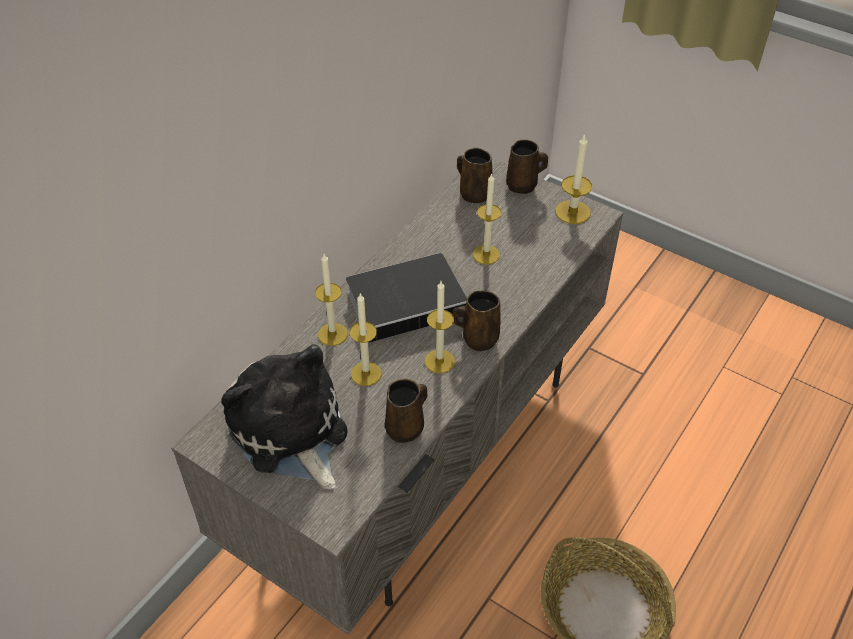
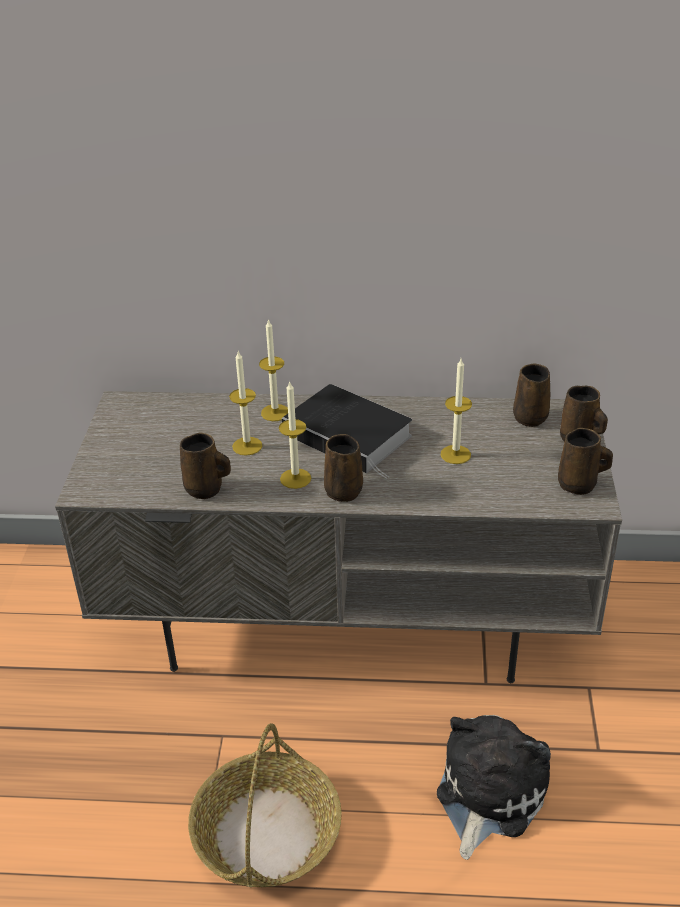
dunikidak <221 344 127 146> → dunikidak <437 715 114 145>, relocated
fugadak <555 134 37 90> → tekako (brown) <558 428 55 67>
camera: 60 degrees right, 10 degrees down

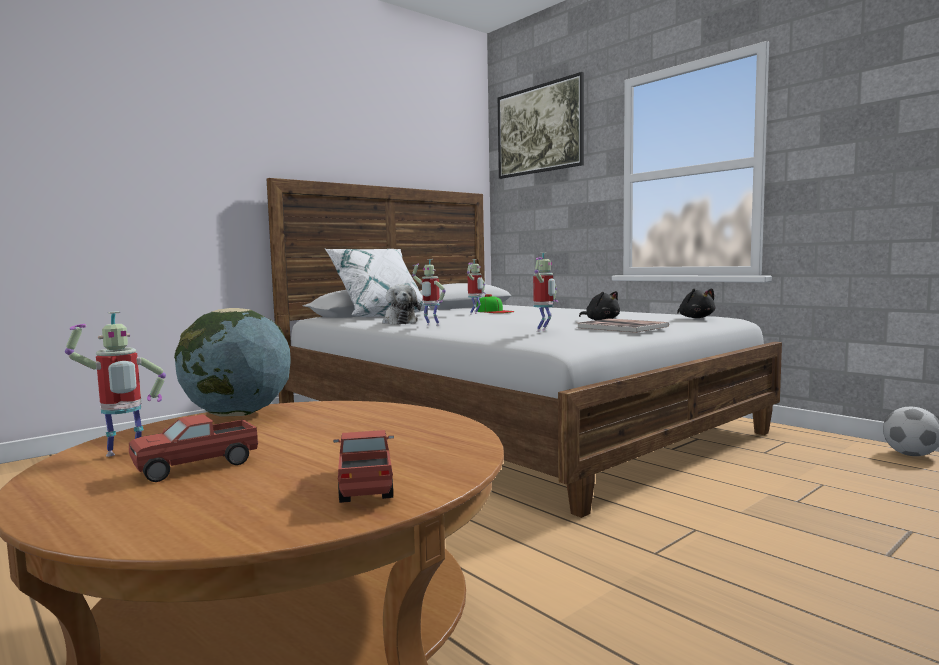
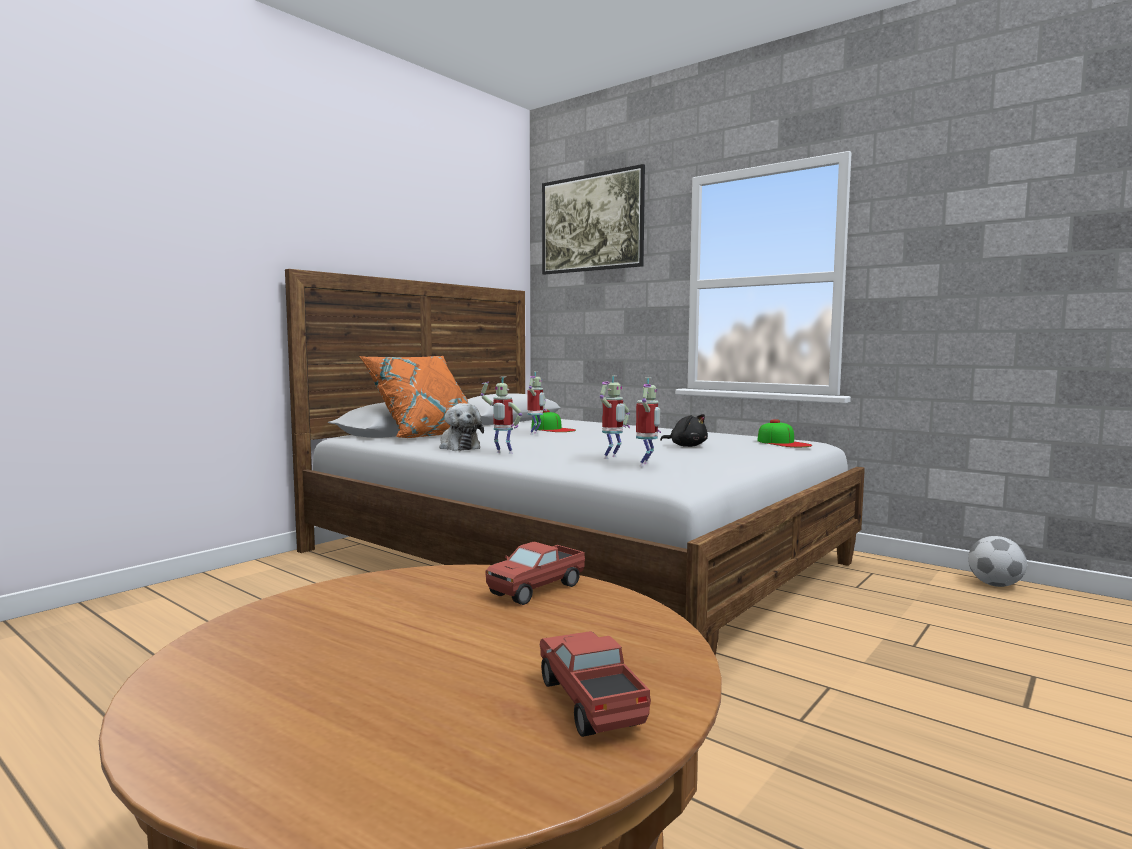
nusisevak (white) <325 249 105 68> → nusisevak (orange) <359 356 110 82>
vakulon <129 414 129 68> → vakulon <485 542 100 63>, relocated
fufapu <65 311 101 146> → fufapu <600 375 30 84>, relocated
dunikidak (black) <677 288 39 30> → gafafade <757 419 55 28>
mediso <174 308 117 109> → -
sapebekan <578 319 91 14> → -
camera: 10 degrees left, 0 degrees up

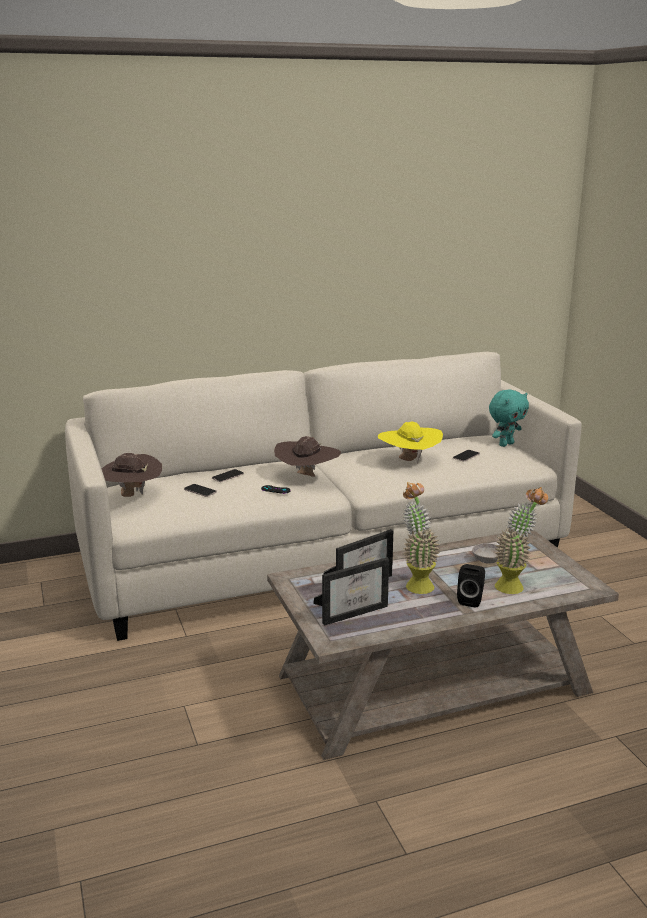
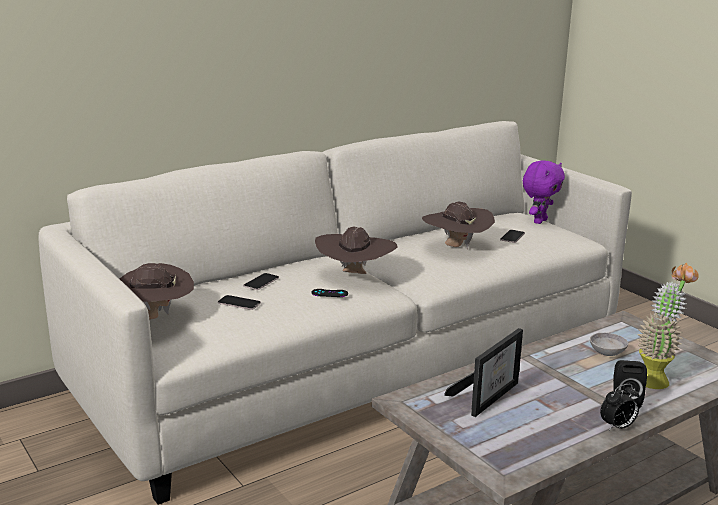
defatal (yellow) <378 421 65 42> → defatal (brown) <422 202 73 47>
dunikidak (turquoise) <489 390 40 57> → dunikidak (purple) <523 160 42 64>
- → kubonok <600 384 39 47>
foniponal <313 557 76 69> → -
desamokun <403 482 37 112> → -
camera: 15 degrees left, 0 degrees up

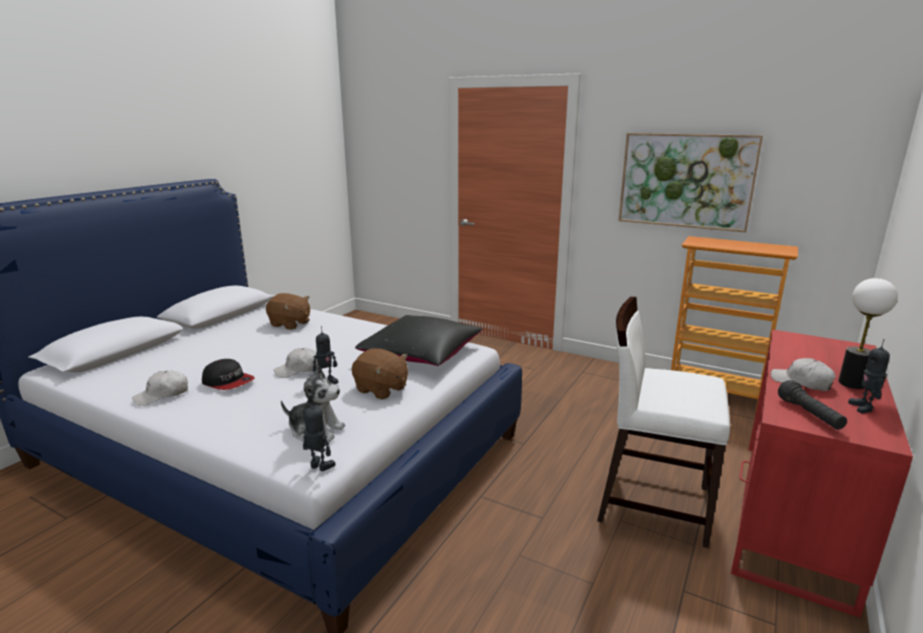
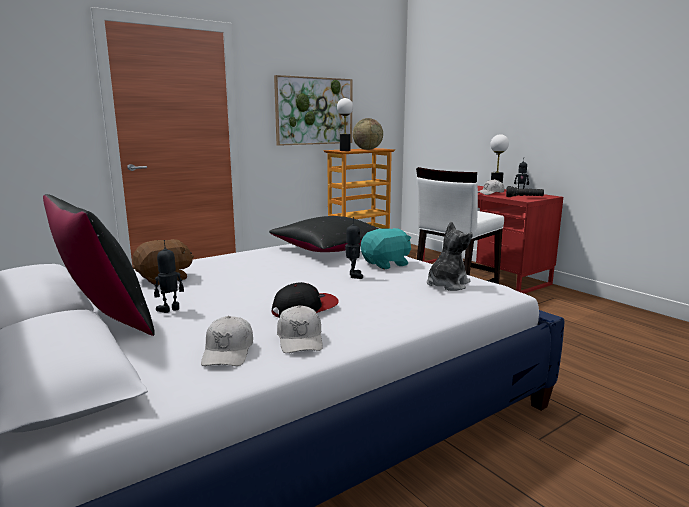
- → nusisevak (black) <43 194 112 142>
fufapu <303 398 32 73> → fufapu <154 240 30 73>, relocated
gafafade (white) <274 348 44 30> → gafafade (white) <201 316 52 50>, relocated
- → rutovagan <337 98 16 53>
- → mediso <353 118 30 32>
dunikidak (brown) <352 348 56 52> → dunikidak (turquoise) <361 228 50 41>
camera: 65 degrees left, 5 degrees down

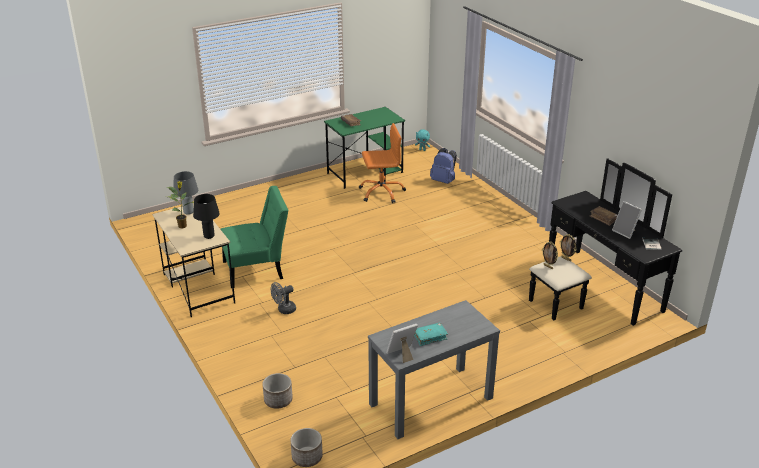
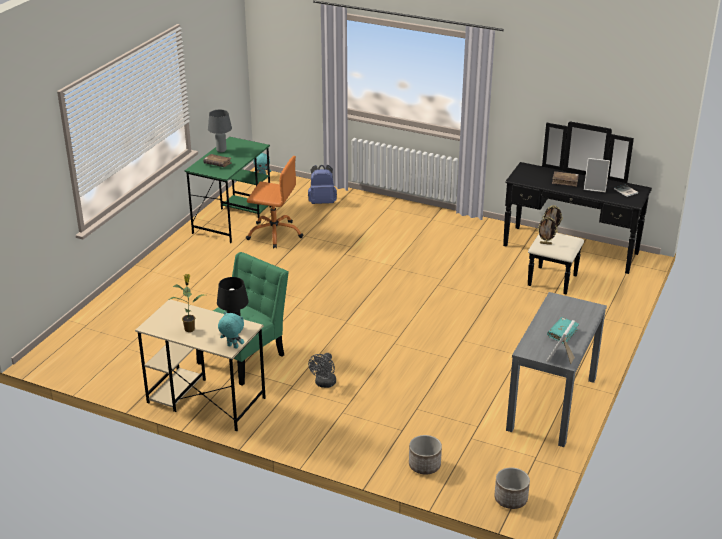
rutovagan (grey) <173 171 25 44> → rutovagan (grey) <208 109 24 43>, relocated
- → dunikidak (turquoise) <218 312 26 37>
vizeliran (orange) <359 123 47 80> → vizeliran (orange) <246 156 57 93>, 60 degrees clockwise
camera: 35 degrees left, 0 degrees up

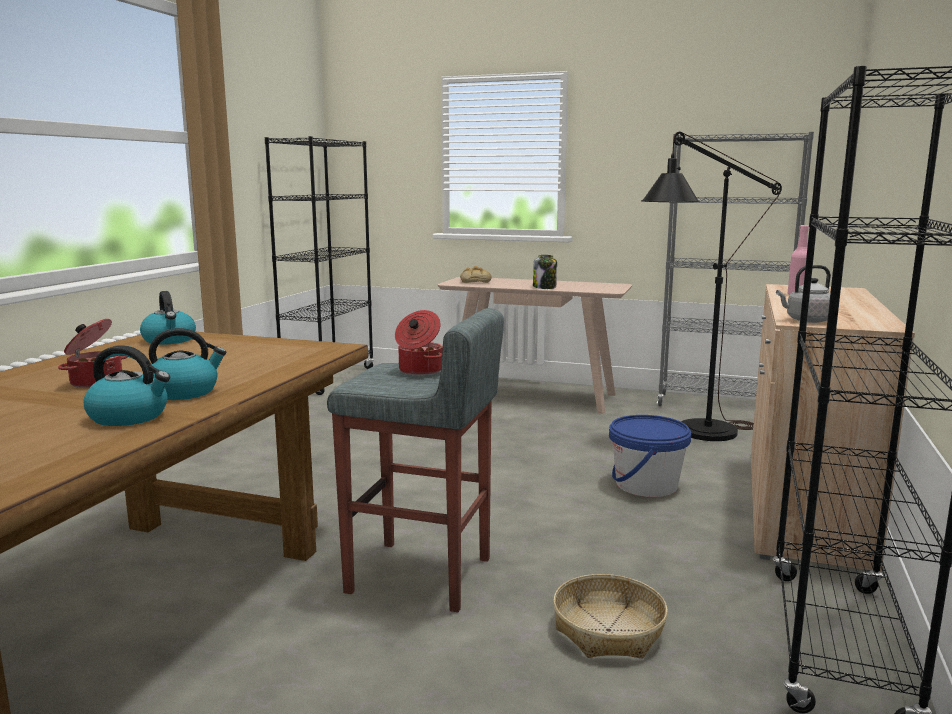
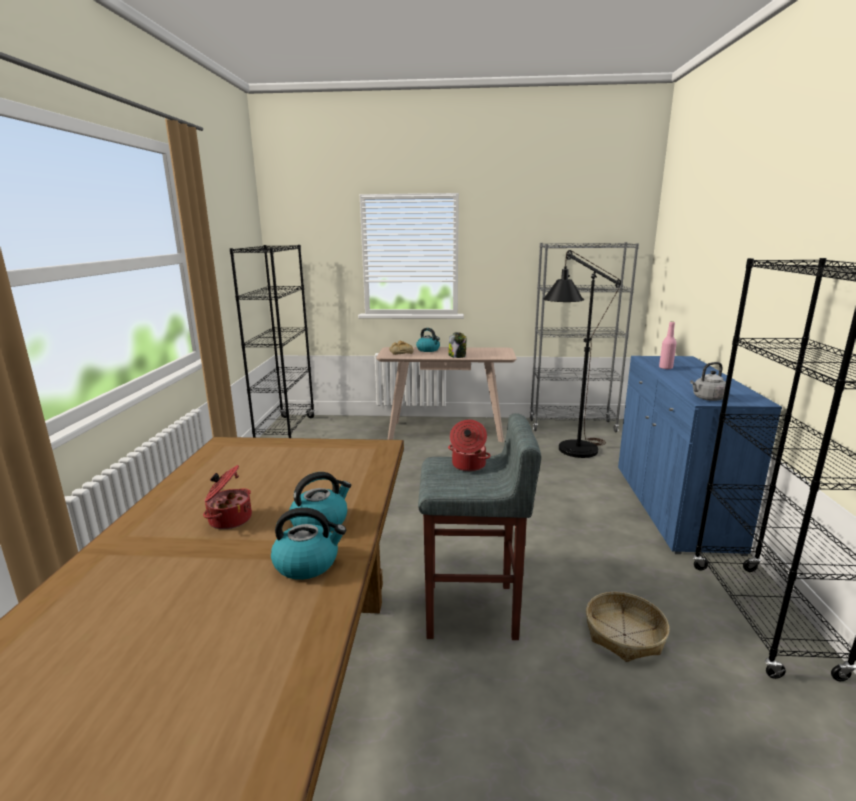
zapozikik <140 291 56 54> → zapozikik <416 328 24 24>, relocated
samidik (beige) <751 284 164 288> → samidik (blue) <618 356 164 200>
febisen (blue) <609 415 82 82> → -
camera: 15 degrees left, 5 degrees up

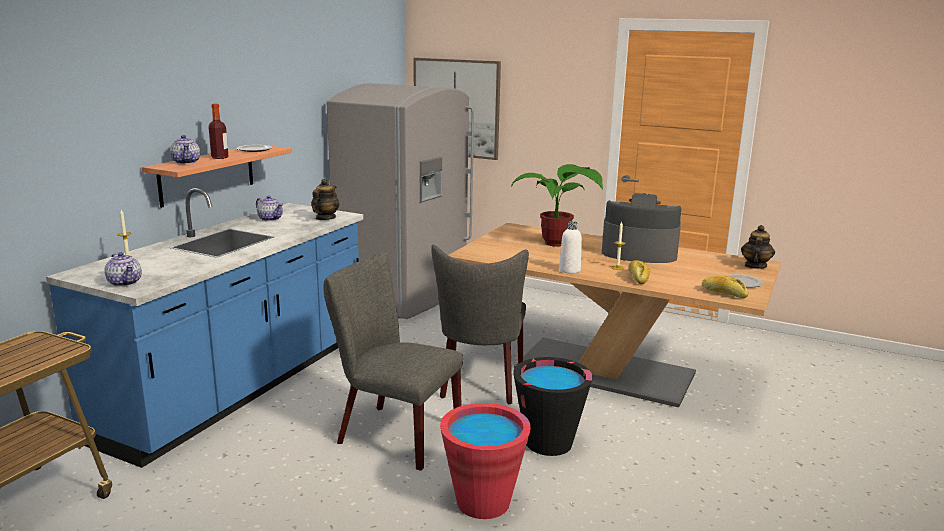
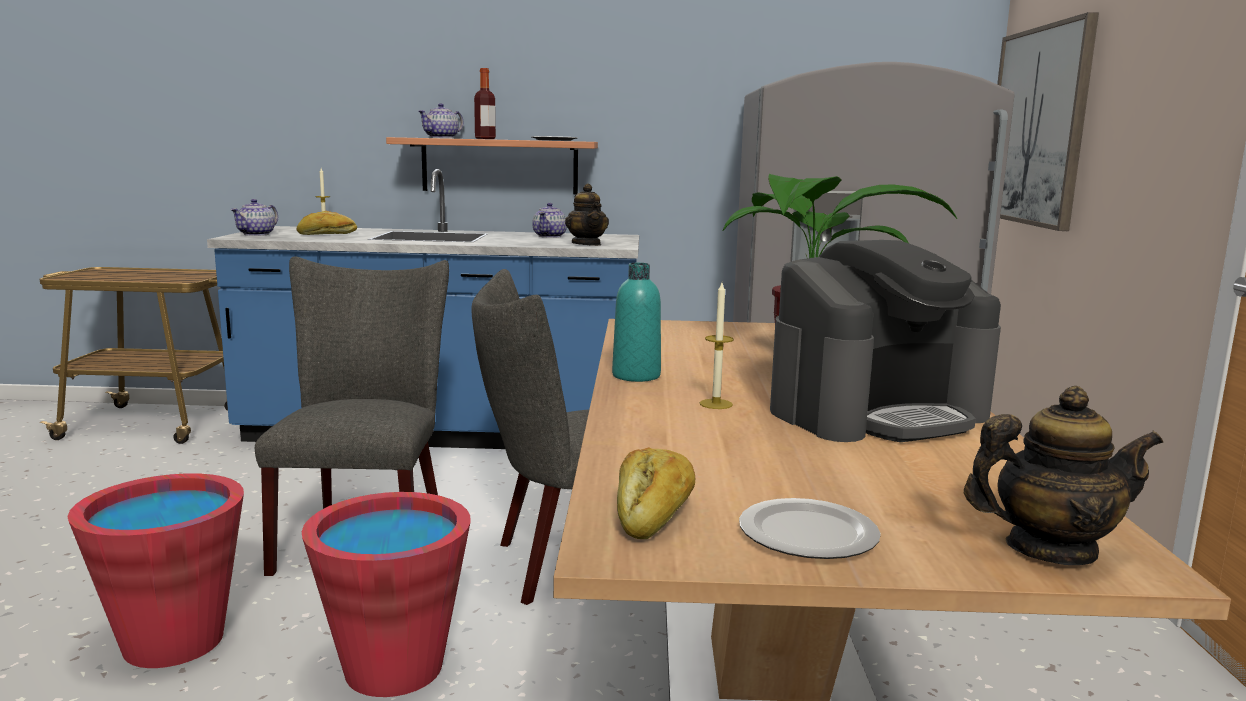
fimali <629 260 21 24> → fimali <297 211 60 24>, relocated
febisen (black) <513 357 80 99> → febisen (red) <302 492 169 205>
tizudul <311 179 29 41> → tizudul <565 184 44 62>, 75 degrees clockwise
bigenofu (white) <559 221 23 53> → bigenofu (turquoise) <612 263 49 119>
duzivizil <602 193 79 70> → duzivizil <770 240 231 202>, 75 degrees clockwise
camera: 65 degrees right, 5 degrees down

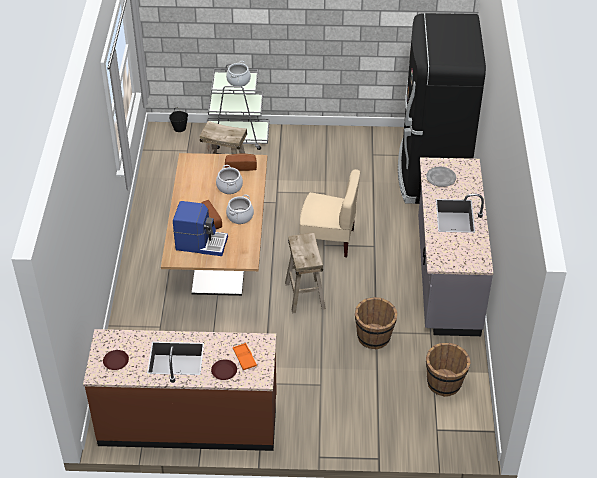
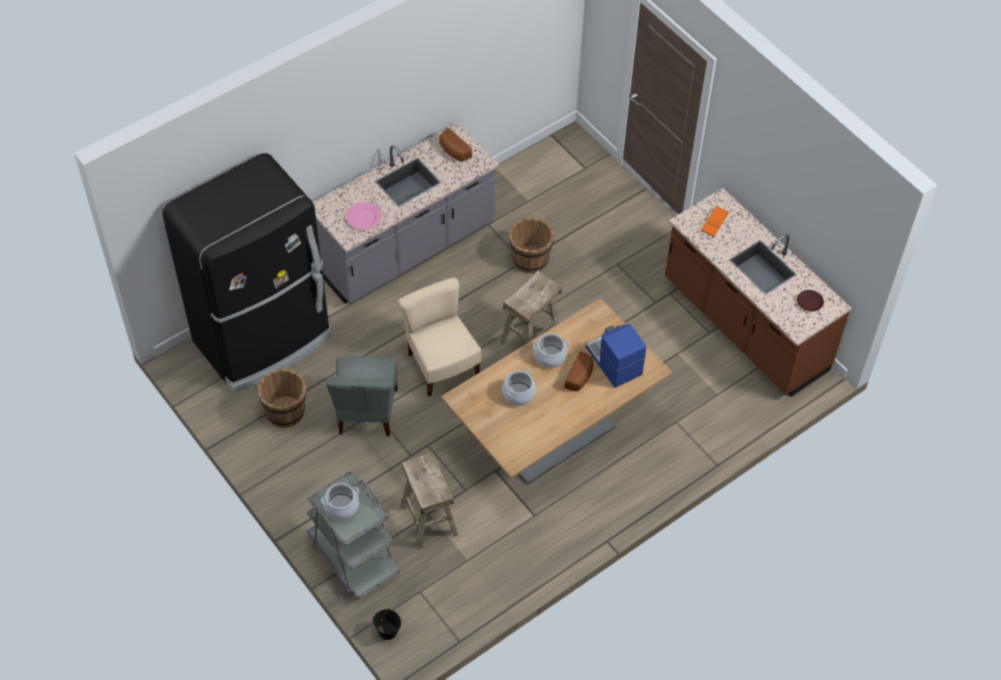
febisen (brown) <426 343 45 54> → febisen (brown) <257 368 50 59>, relocated
- → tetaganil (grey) <326 356 72 80>
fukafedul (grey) <426 167 30 20> → fukafedul (pink) <346 203 36 27>
fimali <225 154 32 17> → fimali <439 128 33 34>, relocated
fukafedul (brown) <211 360 26 20> → -
camera: 130 degrees left, 10 degrees up

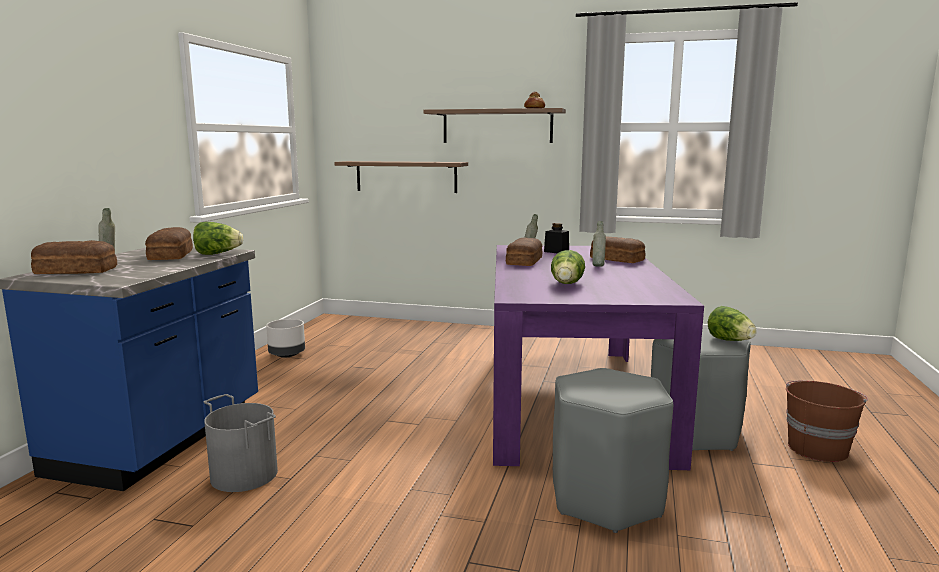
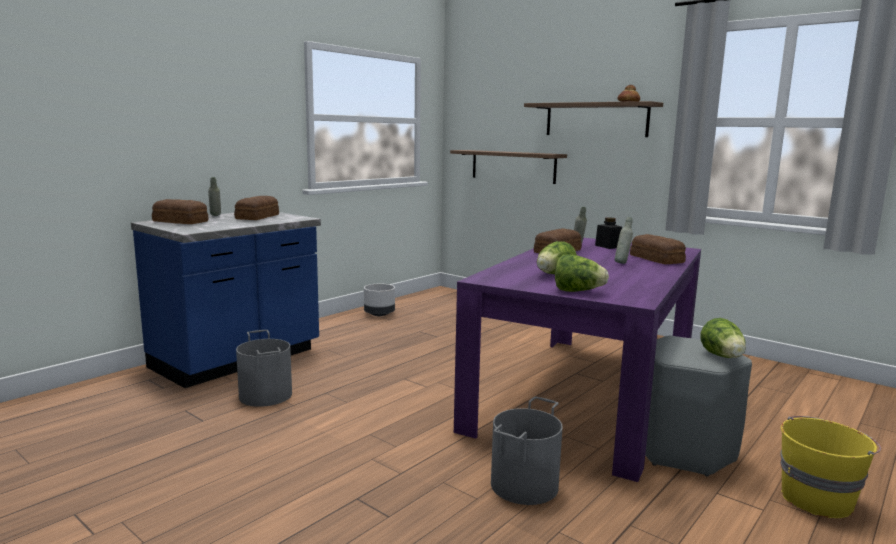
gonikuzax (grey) <553 368 121 165> → febisen (grey) <491 397 72 108>
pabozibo <193 222 50 33> → pabozibo <555 255 54 37>, relocated
febisen (brown) <786 380 82 82> → febisen (yellow) <780 416 101 102>
camera: 25 degrees right, 0 degrees up

